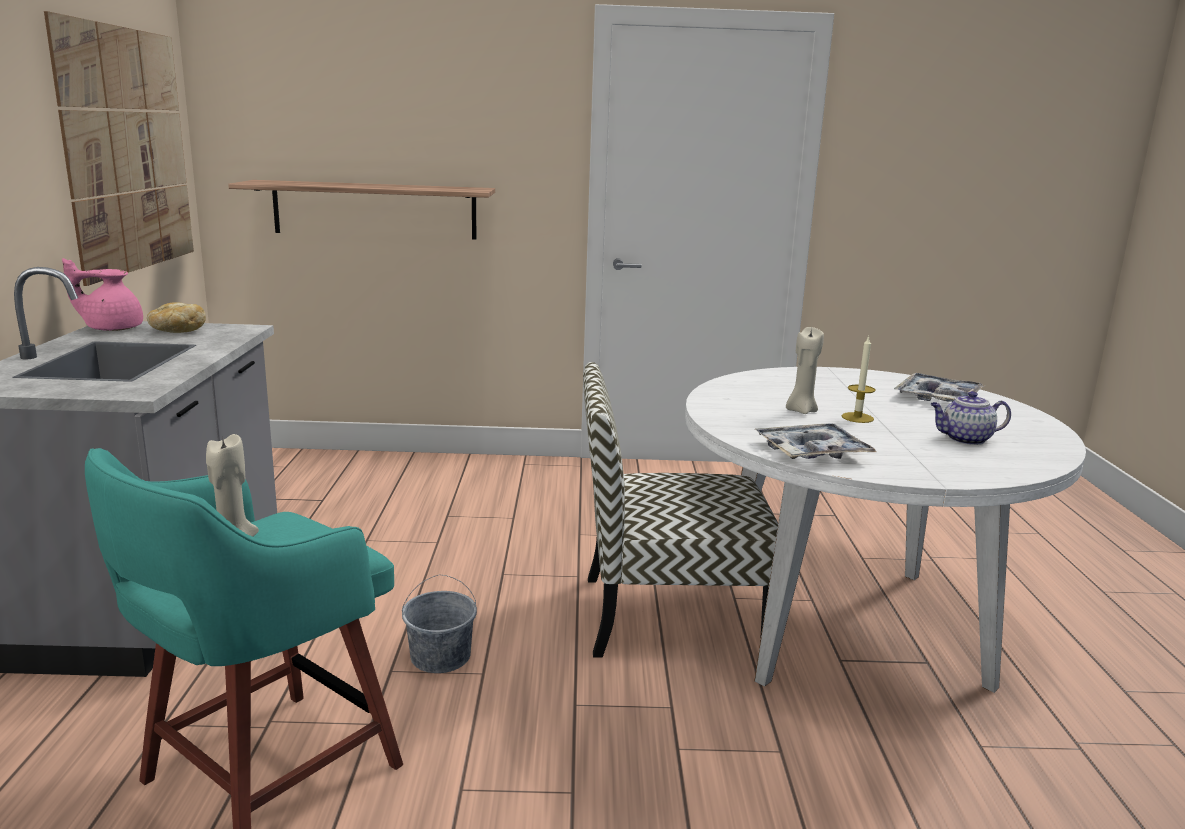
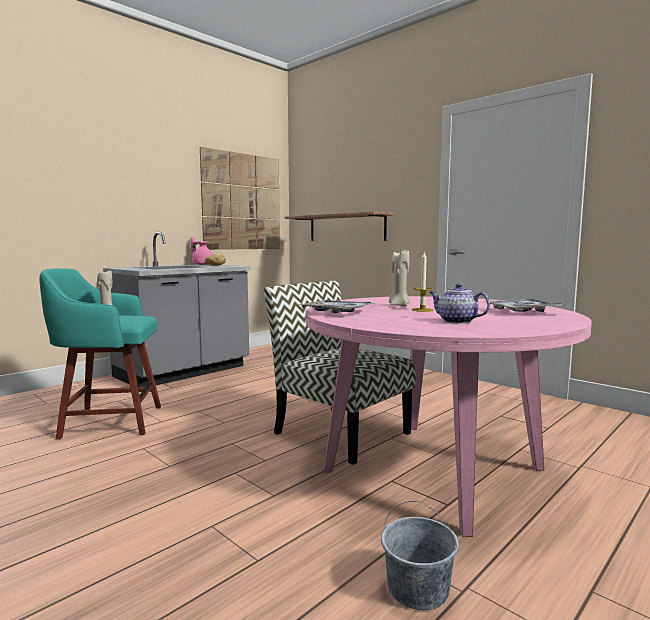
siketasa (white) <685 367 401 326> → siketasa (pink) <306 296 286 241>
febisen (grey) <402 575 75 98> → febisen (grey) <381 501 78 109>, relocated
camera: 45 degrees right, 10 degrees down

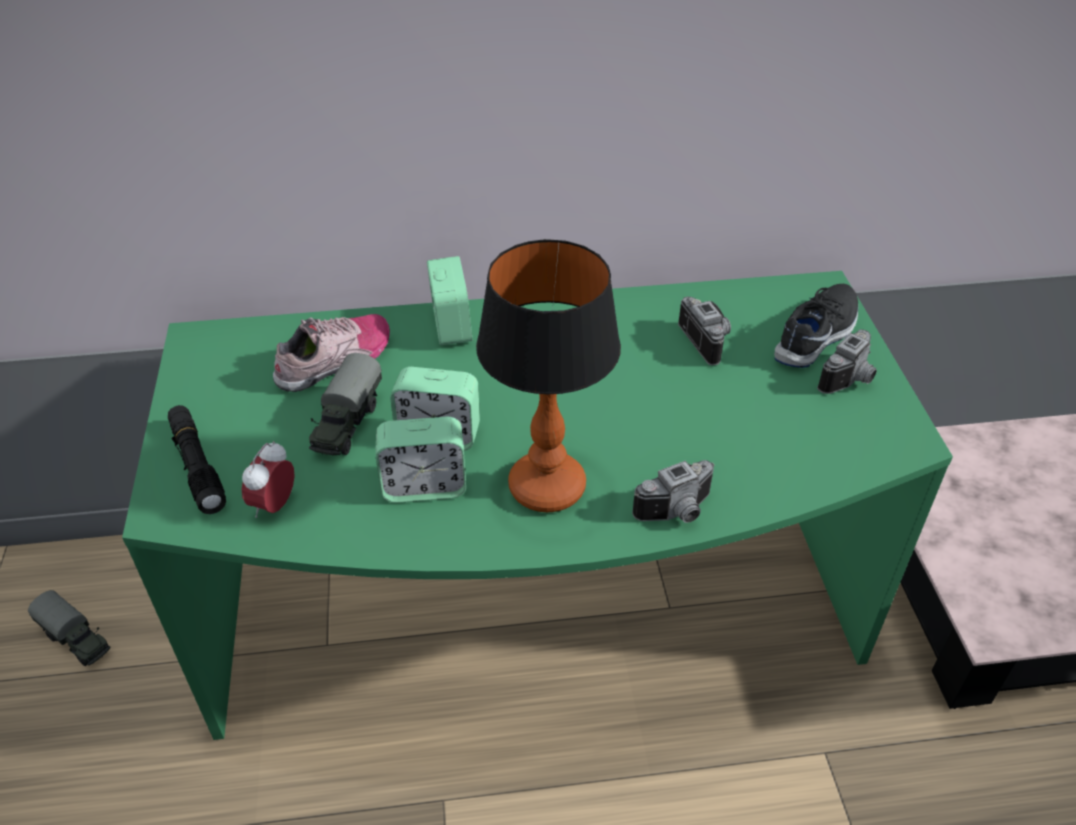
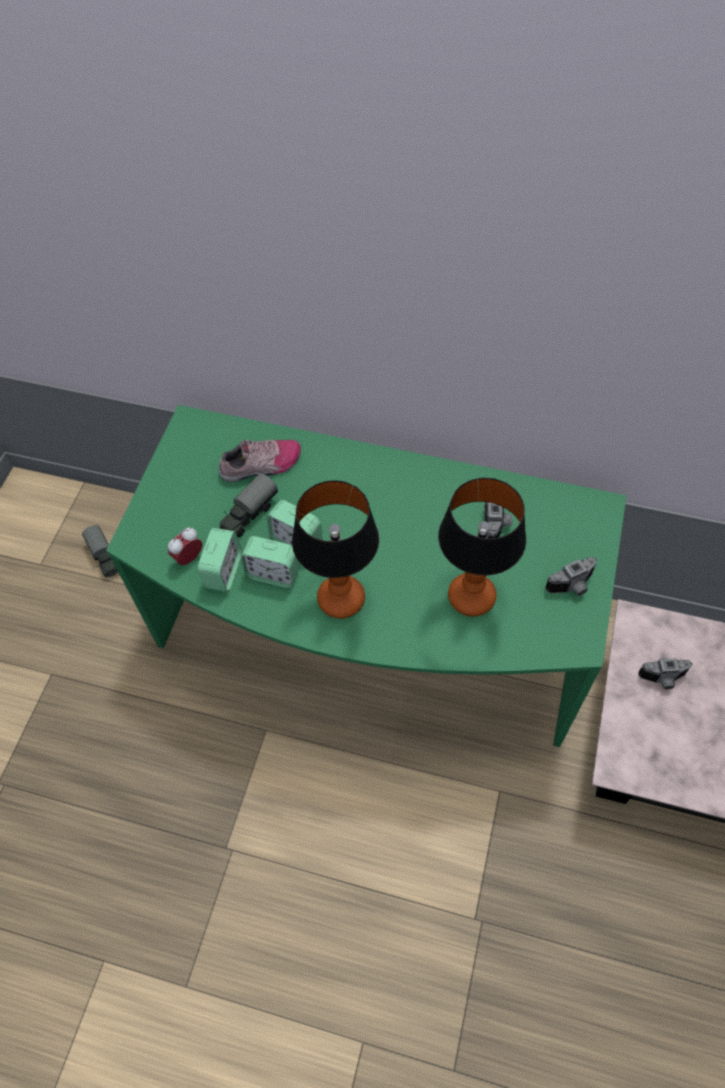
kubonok <427 256 45 89> → kubonok <198 528 44 64>, relocated
- → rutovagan <438 478 88 138>
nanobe <632 460 83 63> → nanobe <638 658 54 32>, relocated
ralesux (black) <168 405 58 109> → -
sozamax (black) <774 284 84 84> → -
camera: 25 degrees right, 15 degrees up

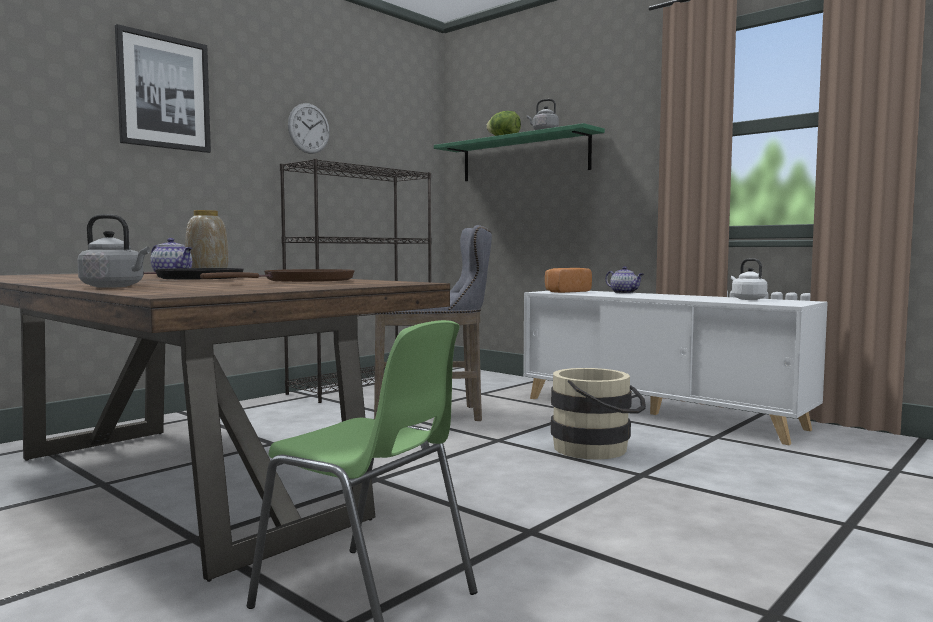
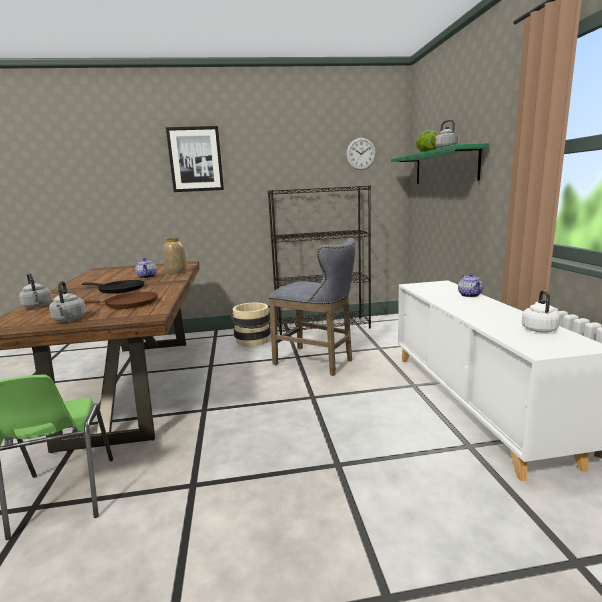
- → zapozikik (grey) <49 281 37 41>
febisen (beige) <551 368 95 92> → febisen (beige) <230 303 41 44>, relocated
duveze <288 103 42 51> → duveze <346 138 30 32>, relocated
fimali <545 268 47 25> → -
camera: 40 degrees right, 10 degrees up

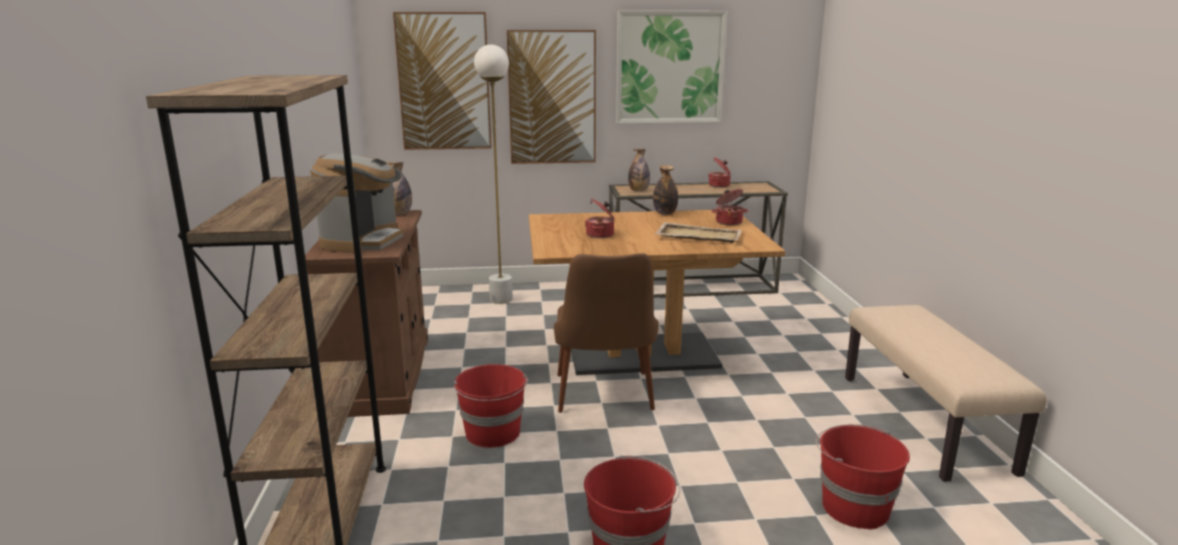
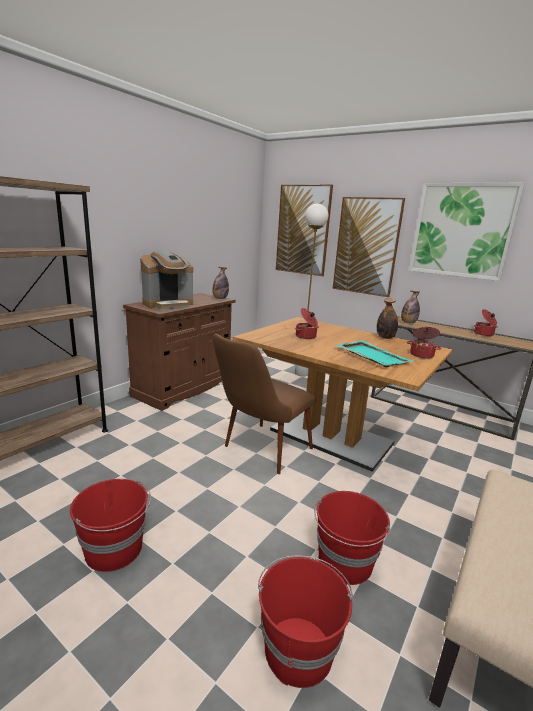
febisen (red) <453 364 75 84> → febisen (red) <314 491 76 94>, relocated
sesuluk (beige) <655 222 87 21> → sesuluk (turquoise) <334 340 79 27>
camera: 40 degrees right, 0 degrees up

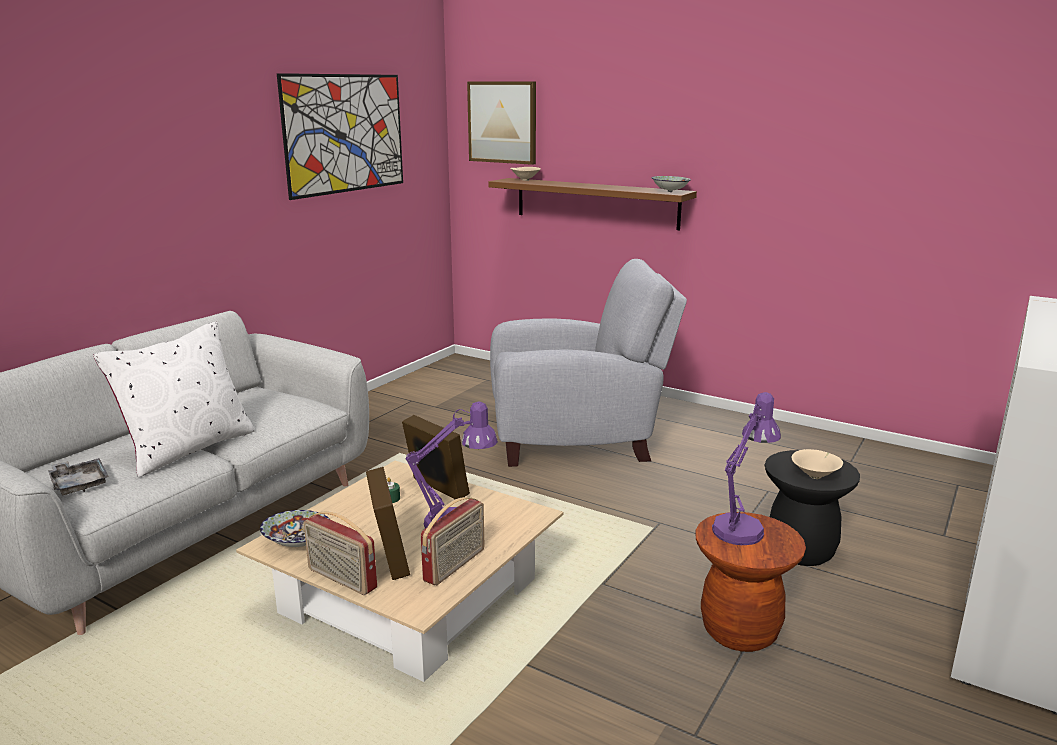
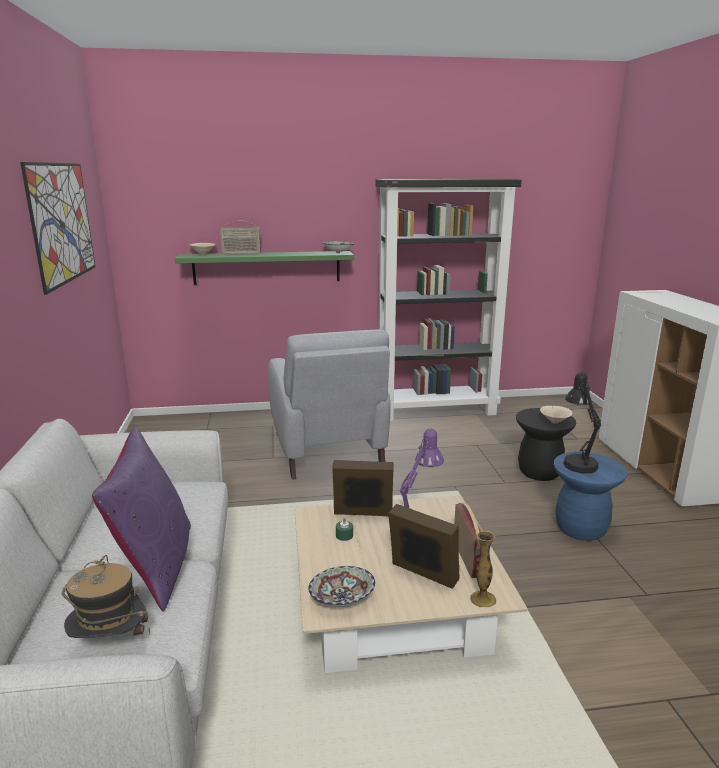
sesuluk (grey) <48 458 61 37> → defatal <62 555 88 83>
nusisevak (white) <94 322 161 156> → nusisevak (purple) <92 427 99 185>
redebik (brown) <488 178 209 53> → redebik (green) <175 251 179 34>
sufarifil <304 511 73 84> → sufarifil <220 220 41 35>, relocated
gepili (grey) <490 259 197 208> → gepili (grey) <268 330 123 150>, 120 degrees clockwise
- → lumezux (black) <376 179 145 242>
- → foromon <470 531 27 76>
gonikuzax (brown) <696 512 110 140> → gonikuzax (blue) <554 452 73 89>
rutovagan (purple) <712 392 69 153> → rutovagan (black) <563 372 38 102>
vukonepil <467 81 69 84> → -
camera: 40 degrees left, 0 degrees up

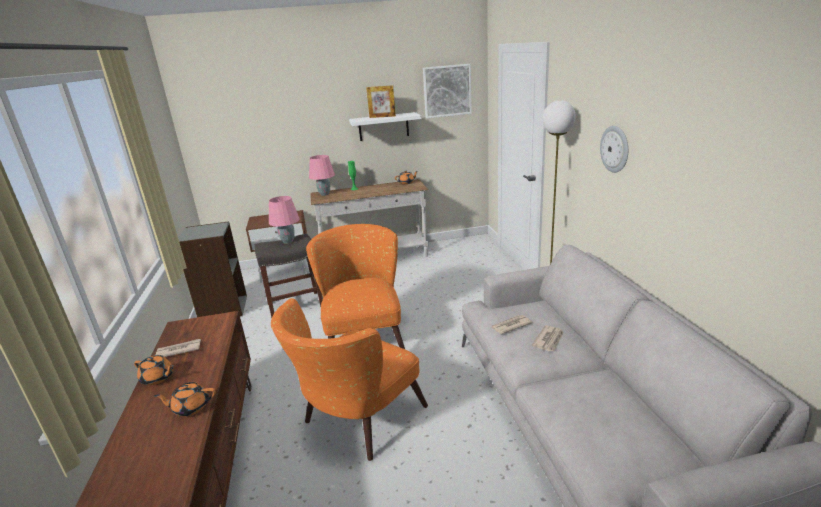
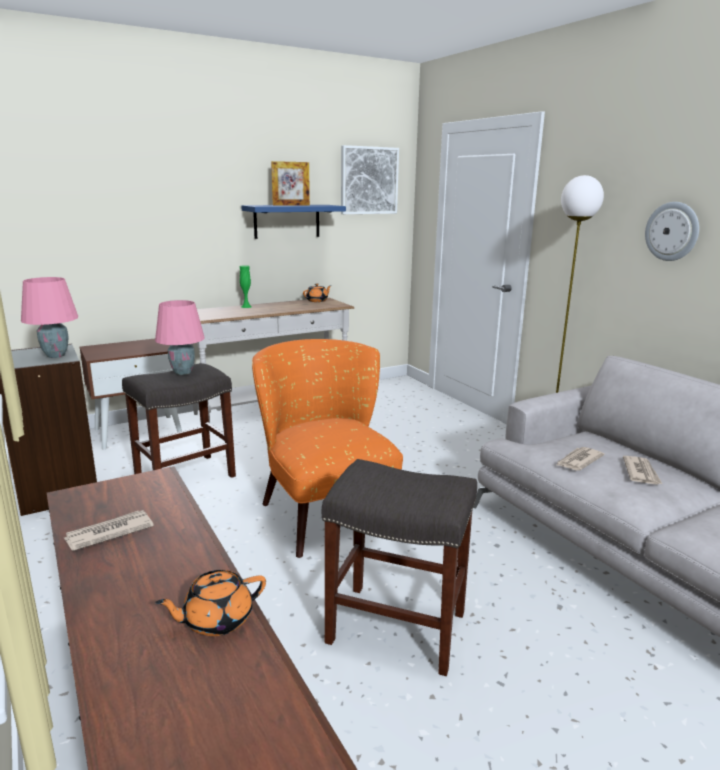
rutovagan (pink) <309 155 26 41> → rutovagan (pink) <21 277 58 81>, relocated
redebik (white) <349 112 73 29> → redebik (blue) <241 205 105 34>
gepili (orange) <271 298 157 163> → gonikuzax (grey) <322 459 155 217>
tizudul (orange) <134 355 40 30> → -
camera: 20 degrees left, 5 degrees down

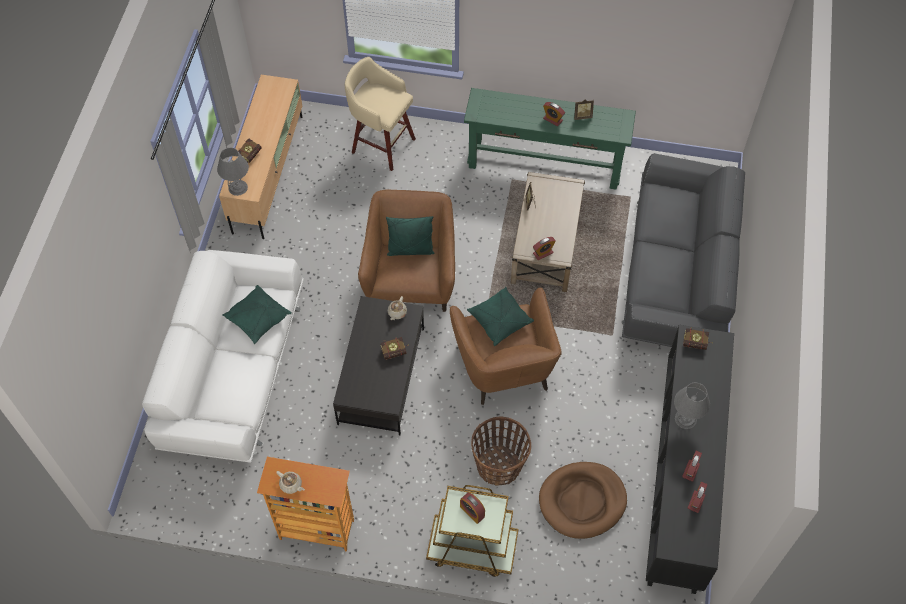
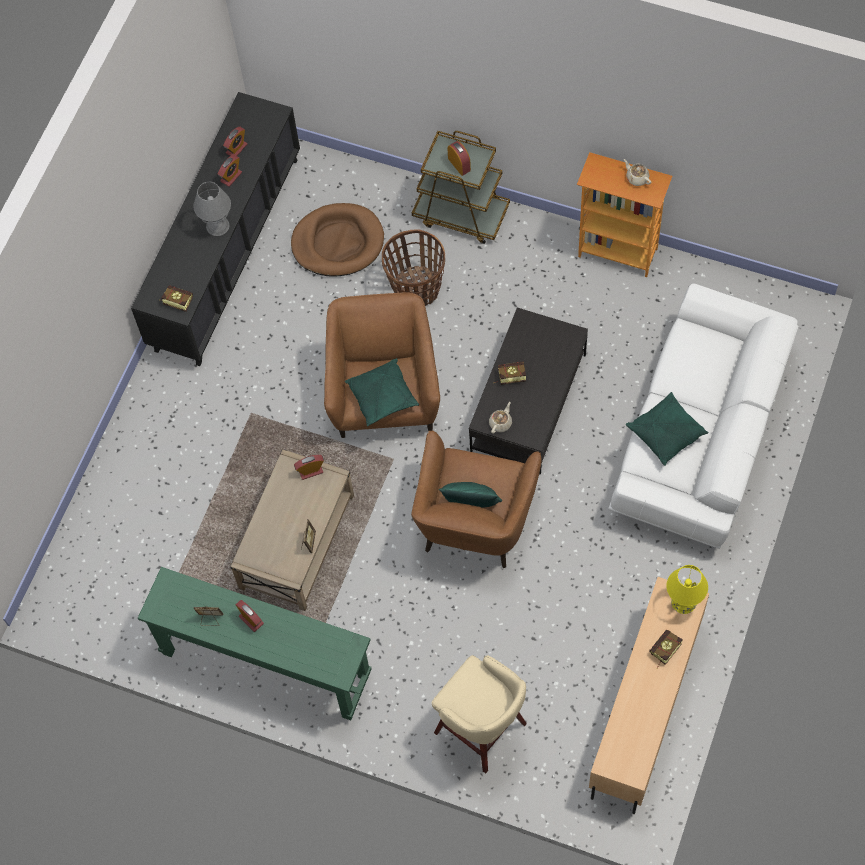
rutovagan (grey) <217 148 32 48> → rutovagan (yellow) <666 565 42 49>
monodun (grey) <622 153 123 194> → -
camera: 165 degrees left, 5 degrees up

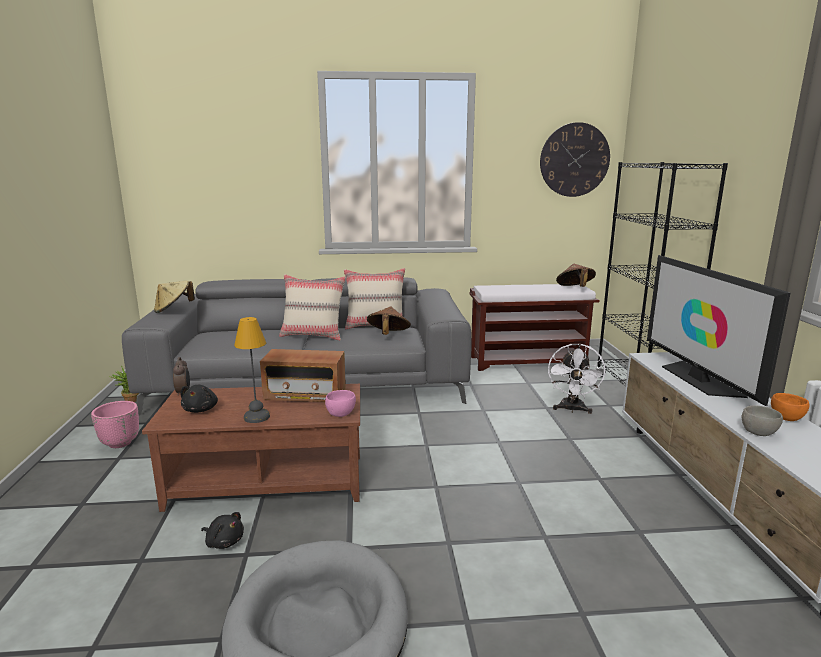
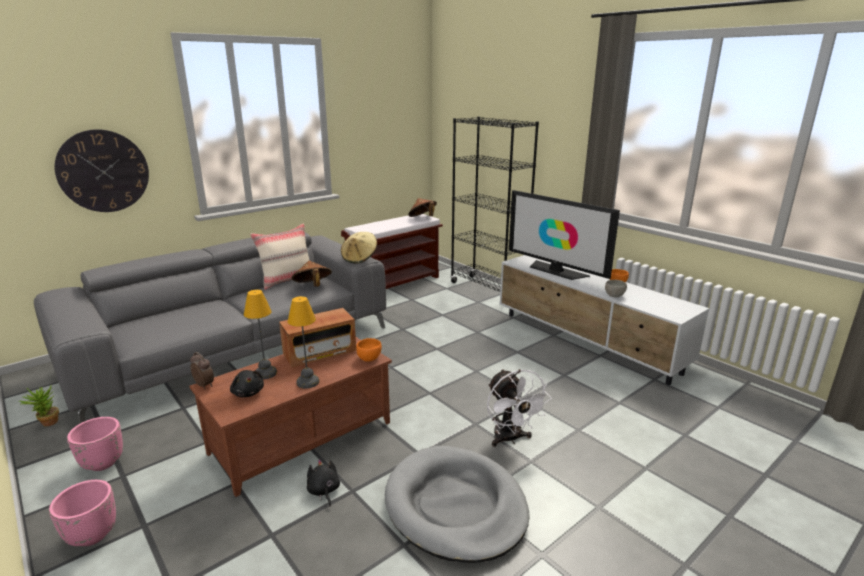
- → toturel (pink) <49 480 67 66>
duveze <540 122 70 75> → duveze <55 129 94 83>, relocated
- → rutovagan <244 290 33 89>
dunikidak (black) <201 512 43 37> → dunikidak (black) <307 459 33 48>, 105 degrees counterclockwise
defatal (beige) <154 280 41 33> → defatal (beige) <341 232 36 32>, relocated
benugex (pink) <325 390 31 27> → benugex (orange) <356 338 26 24>
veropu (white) <548 343 58 71> → veropu (white) <487 369 65 78>, relocated
nusisevak (beige) <279 274 67 67> → -
camera: 35 degrees left, 5 degrees up

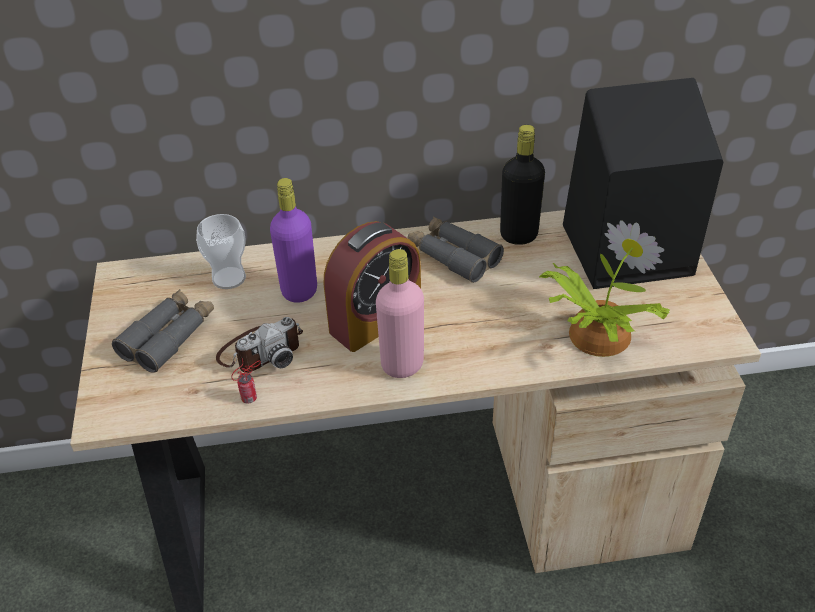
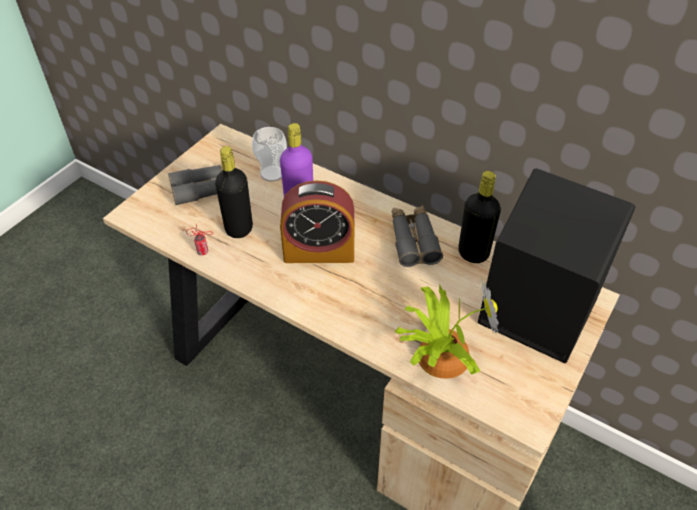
nanobe <216 317 87 56> → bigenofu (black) <215 146 38 92>
bigenofu (pink) <376 249 48 129> → -
camera: 40 degrees right, 5 degrees up

